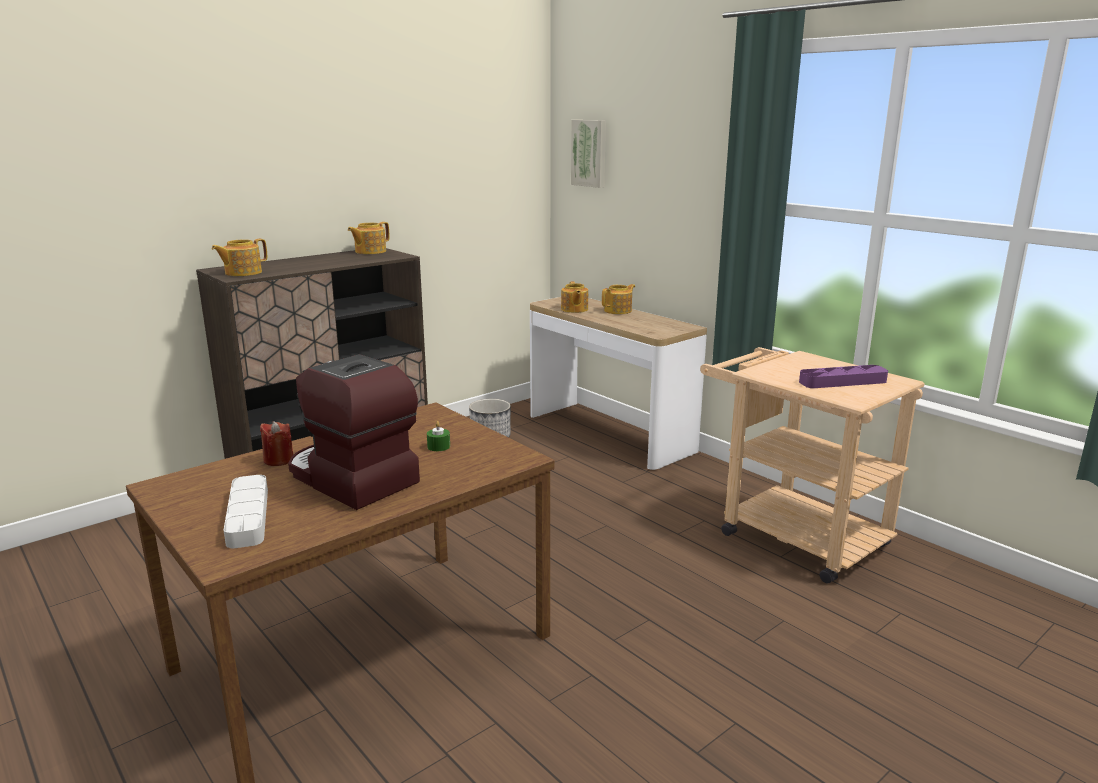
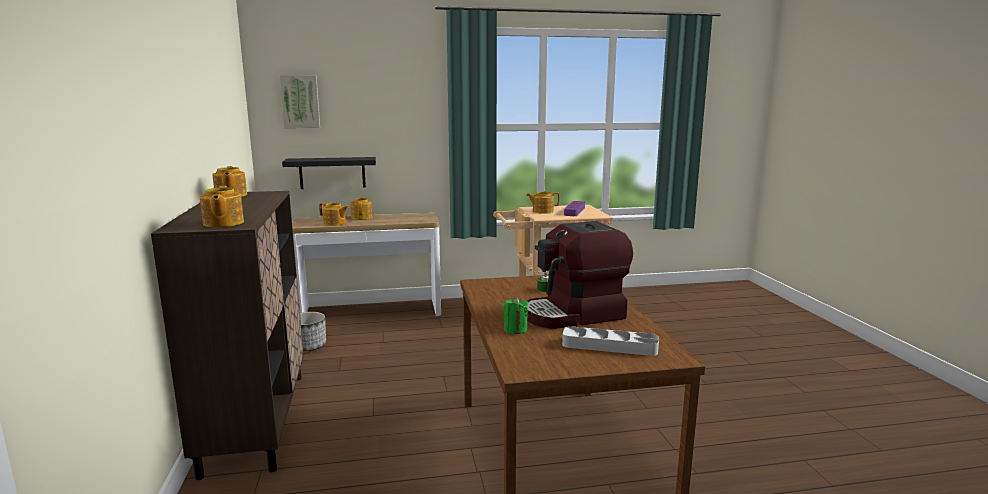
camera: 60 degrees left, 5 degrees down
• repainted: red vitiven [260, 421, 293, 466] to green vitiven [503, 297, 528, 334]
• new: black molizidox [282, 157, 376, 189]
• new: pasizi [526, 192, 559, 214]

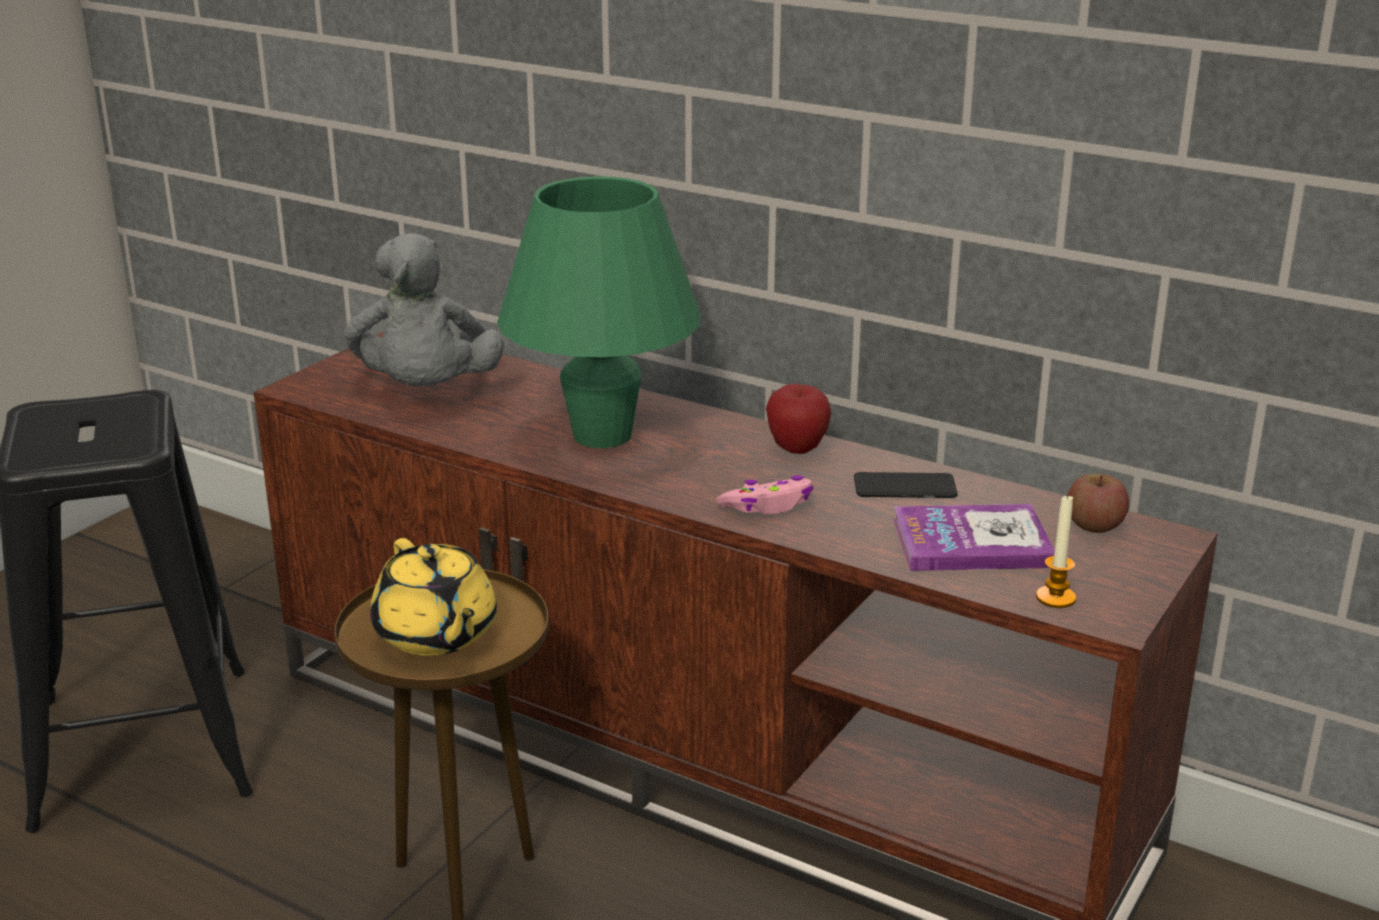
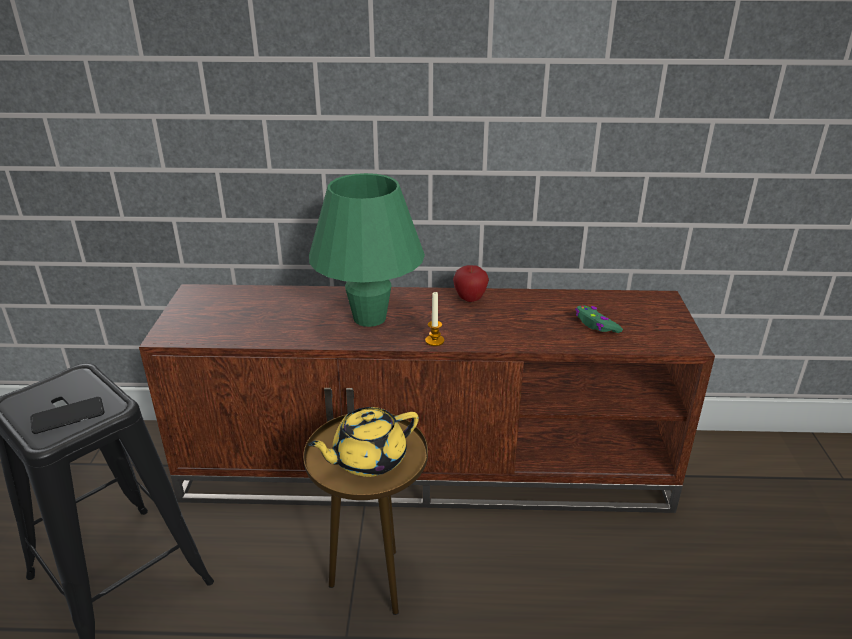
camera: 30 degrees left, 5 degrees up
• gone: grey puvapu [344, 233, 505, 387]
• shifted: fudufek [854, 472, 958, 498] to [30, 397, 105, 434]
• gone: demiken [1068, 474, 1129, 533]
• gone: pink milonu [717, 475, 813, 515]
• shifted: vitiven [1036, 494, 1076, 608] to [425, 292, 444, 346]
• swapped: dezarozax [893, 504, 1055, 571] to green milonu [575, 306, 623, 333]
• rotated: yellow pasizi [370, 538, 497, 656] = [308, 407, 419, 477] 120 degrees clockwise

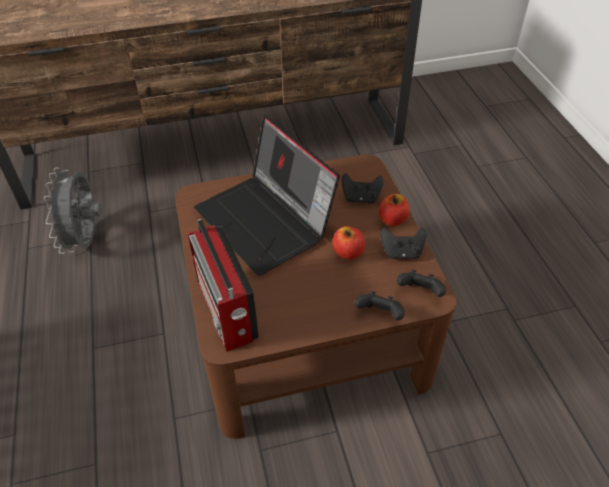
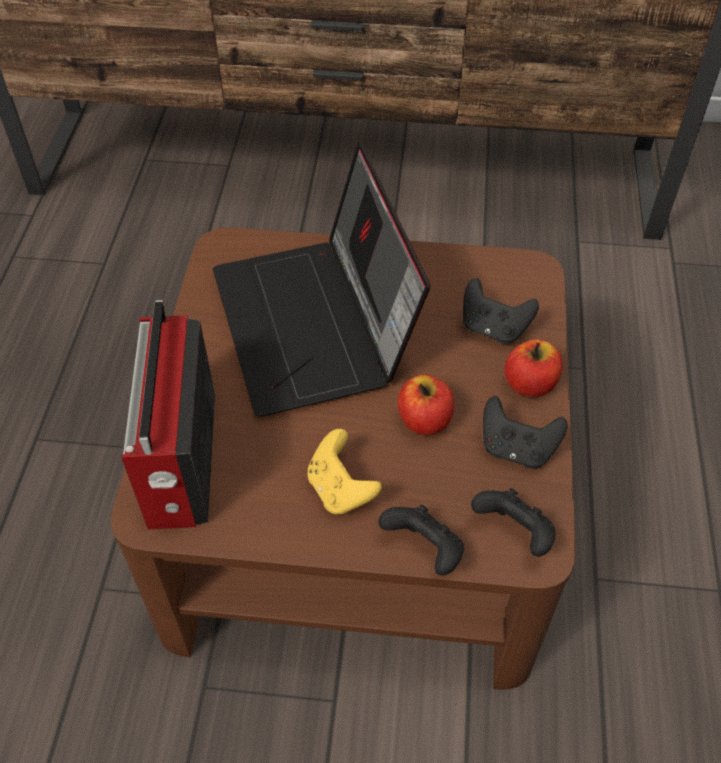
camera: 20 degrees right, 5 degrees up
• gone: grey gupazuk [44, 167, 102, 254]
• new: yellow milonu [308, 429, 382, 514]

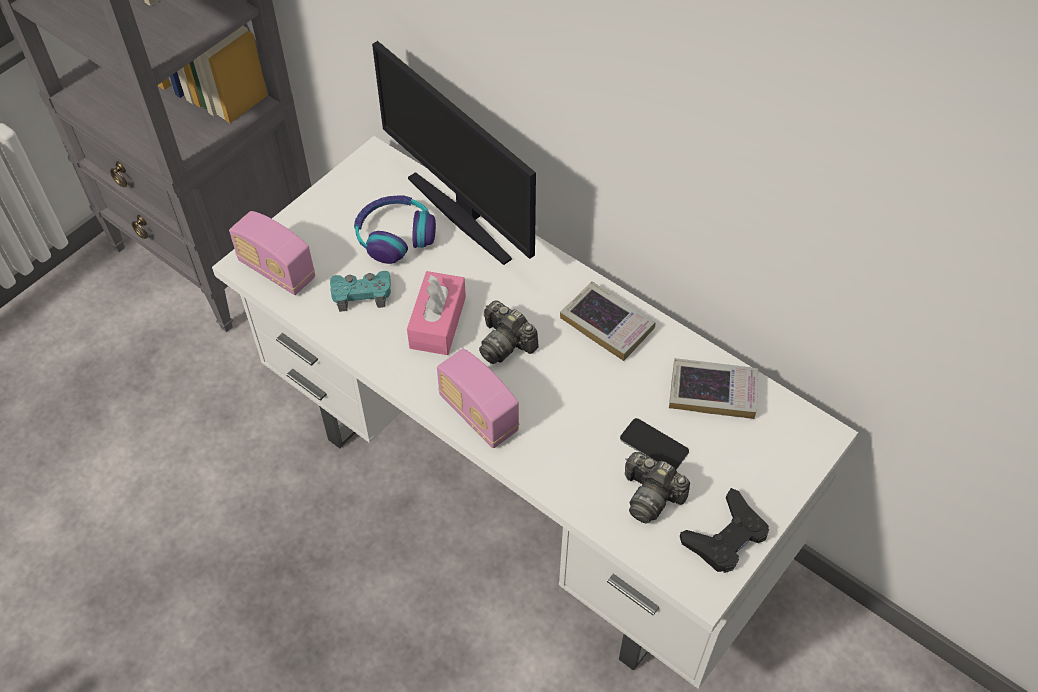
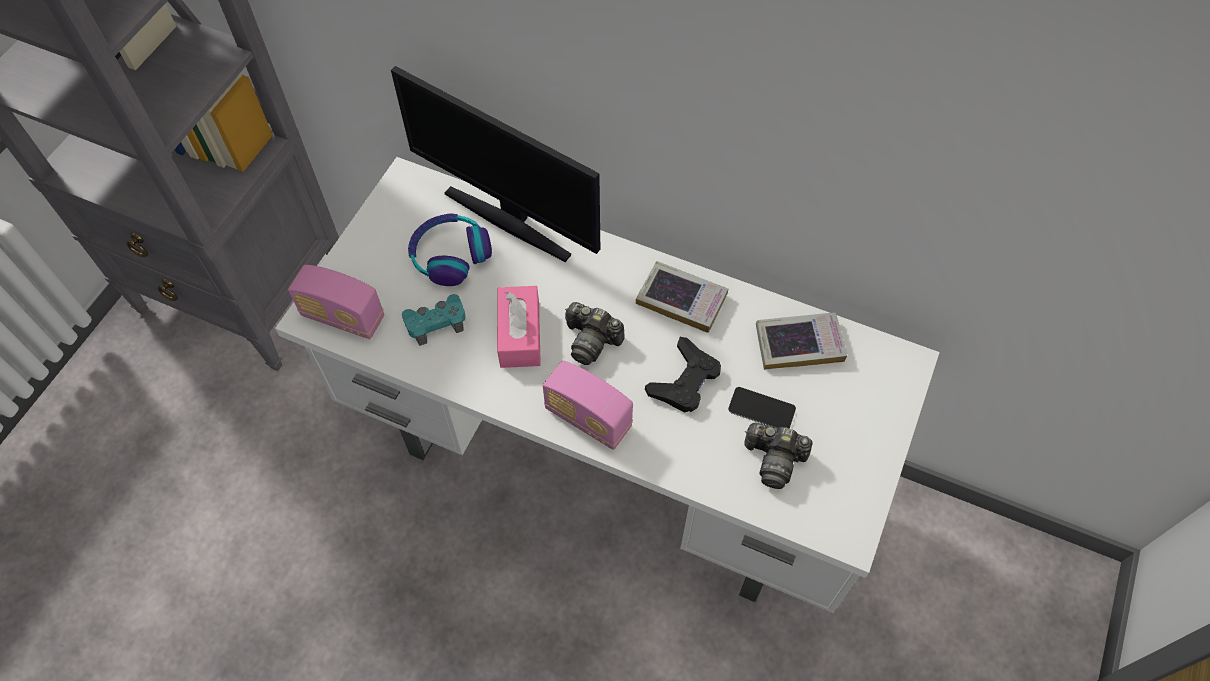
camera: 15 degrees left, 5 degrees up
• shifted: black milonu [680, 488, 769, 573] to [645, 337, 721, 413]

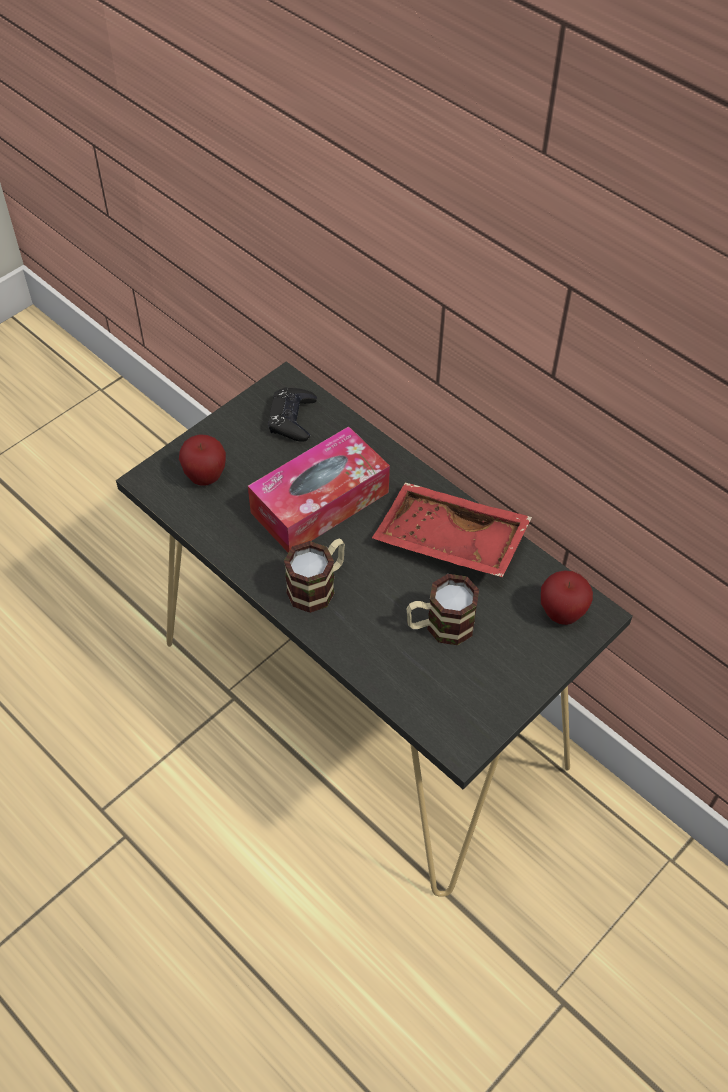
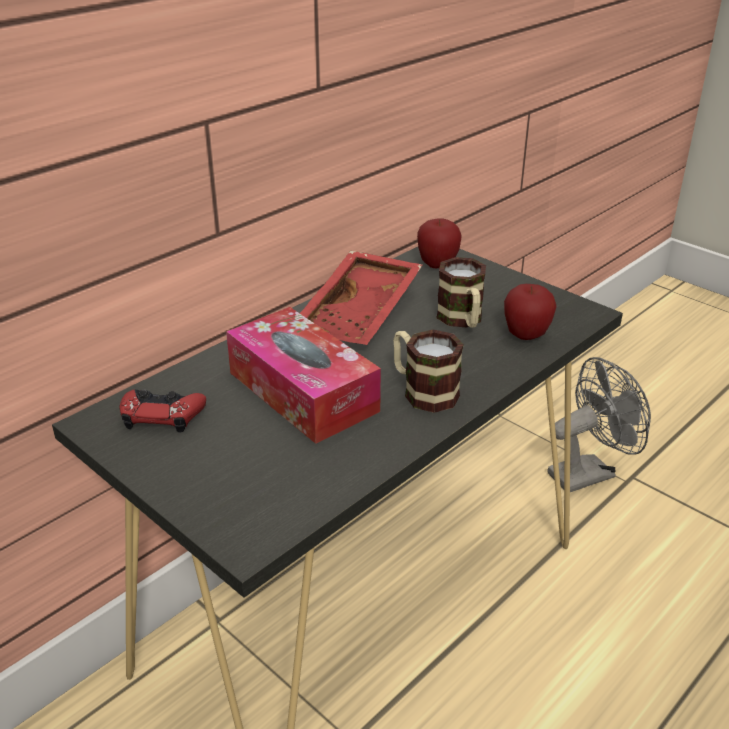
camera: 90 degrees left, 20 degrees down
• repainted: black milonu [268, 387, 317, 442] to red milonu [120, 389, 206, 433]
• shifted: demiken [179, 434, 226, 486] to [504, 284, 557, 340]
• new: grey gupazuk [547, 357, 651, 492]

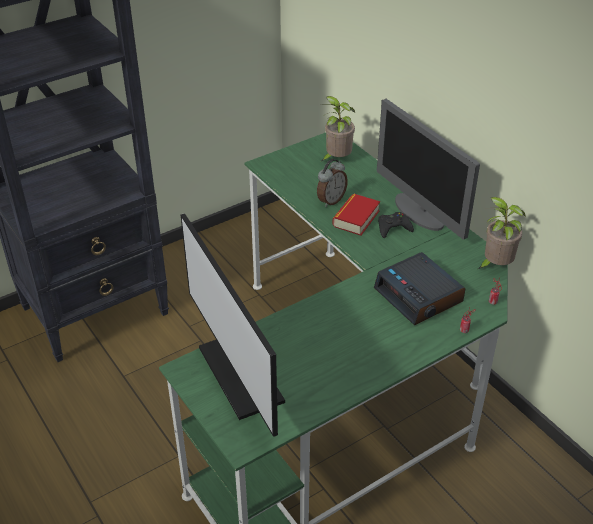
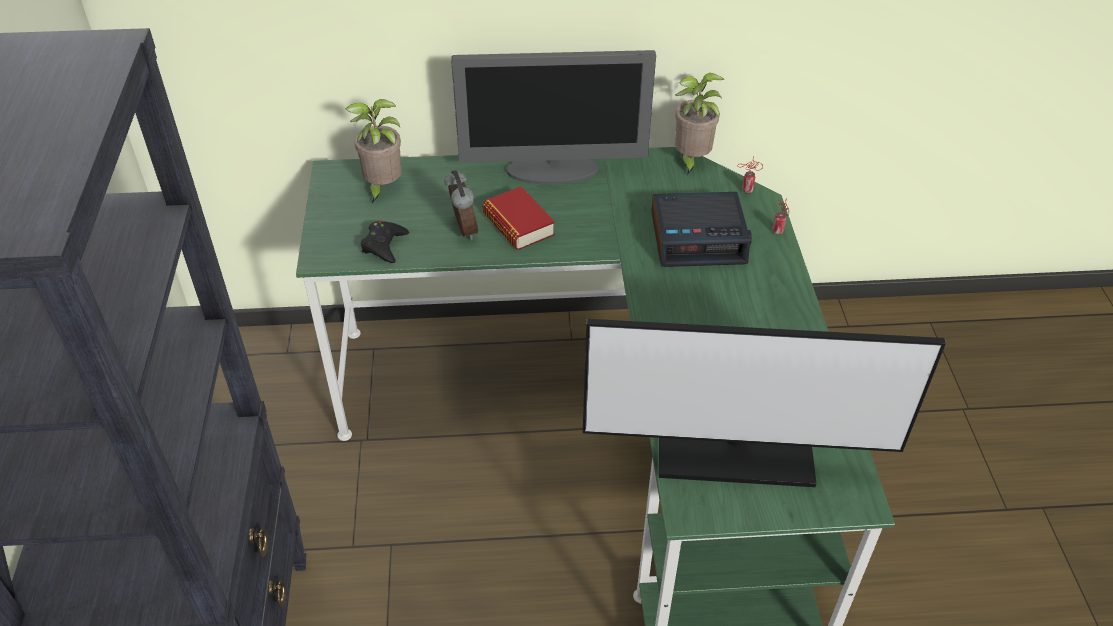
camera: 60 degrees left, 5 degrees up
• shifted: black milonu [378, 212, 414, 238] to [361, 221, 409, 263]

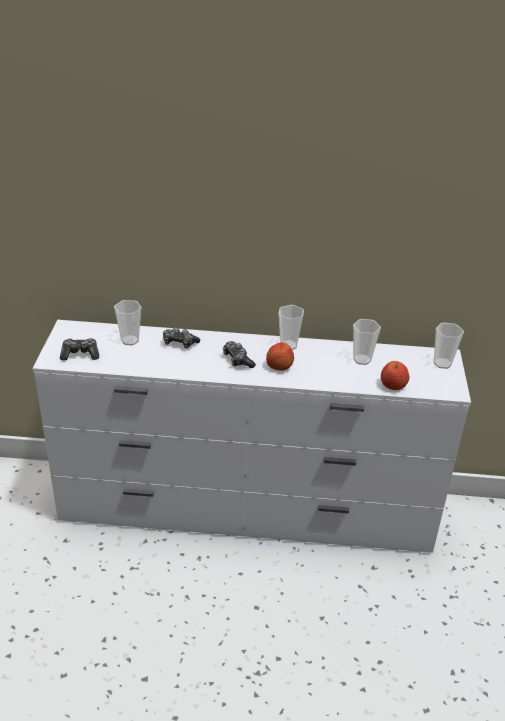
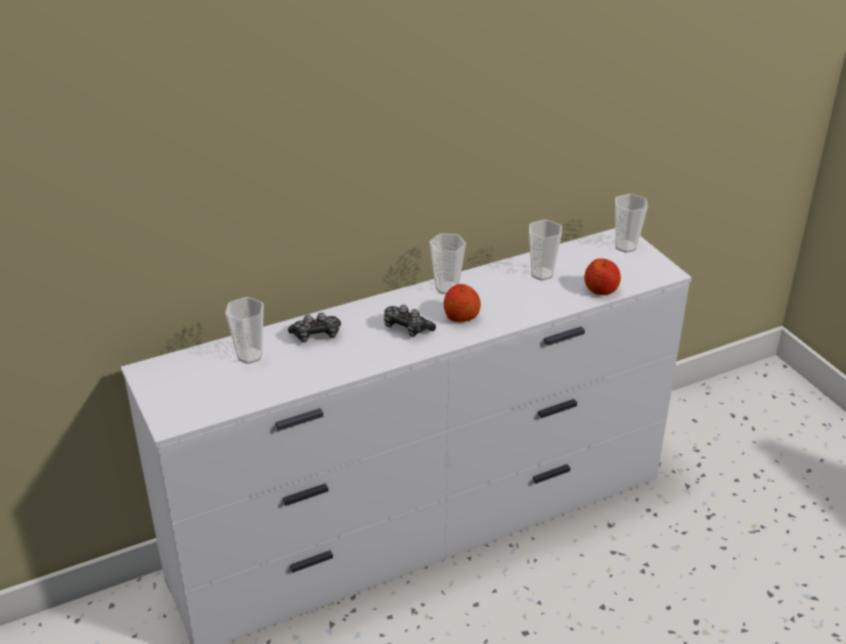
camera: 30 degrees left, 0 degrees up
• gone: milonu [60, 338, 99, 361]

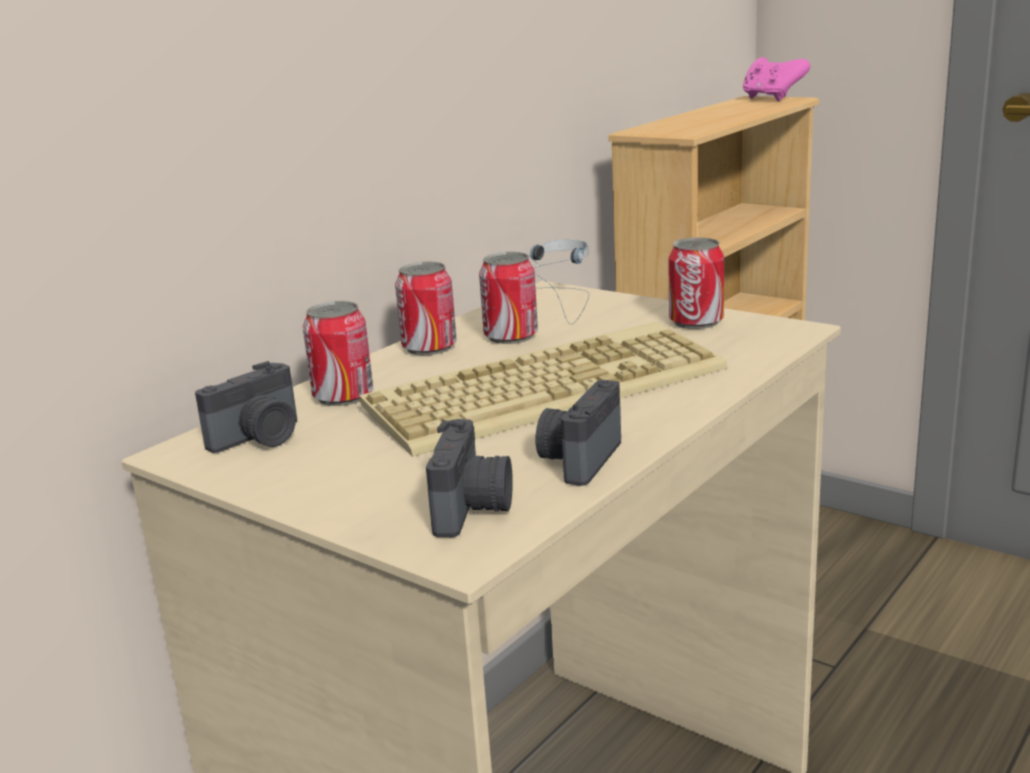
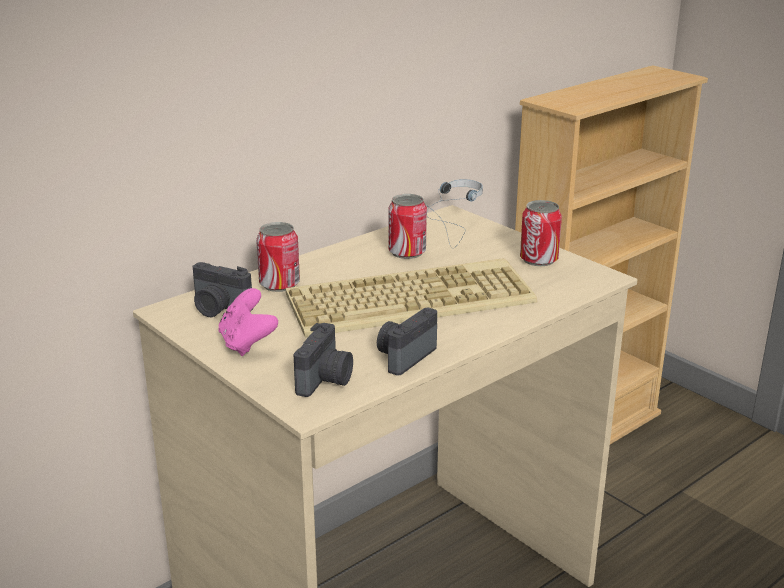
camera: 10 degrees right, 5 degrees up
• shifted: pink milonu [743, 57, 810, 101] to [218, 288, 278, 356]
• gone: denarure [395, 261, 457, 355]
• rotated: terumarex [195, 361, 297, 453] = [193, 262, 253, 317] 60 degrees clockwise

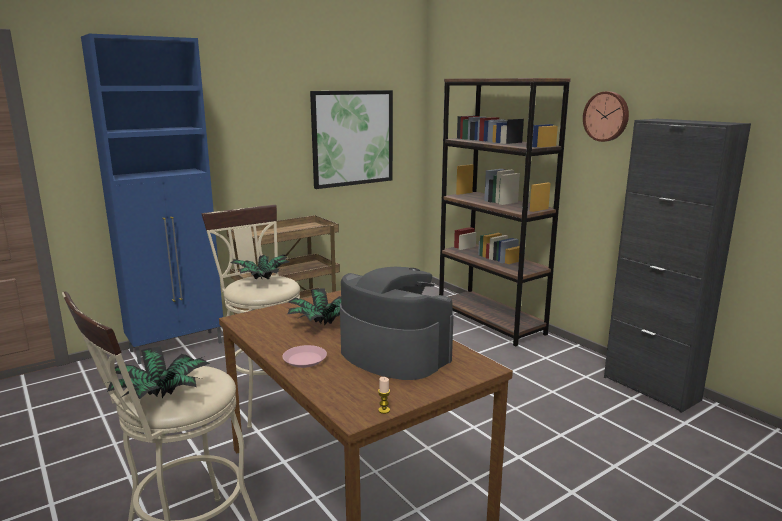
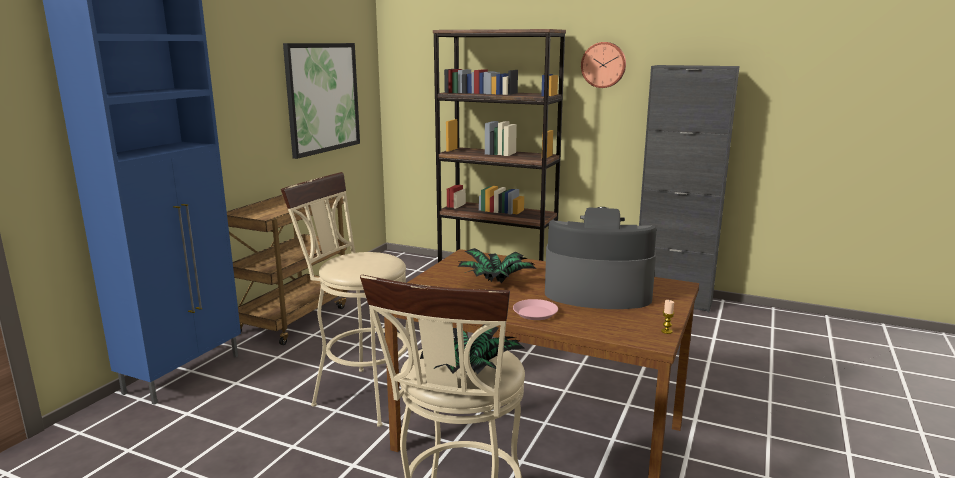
camera: 30 degrees left, 0 degrees up
• gone: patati [230, 255, 289, 280]

